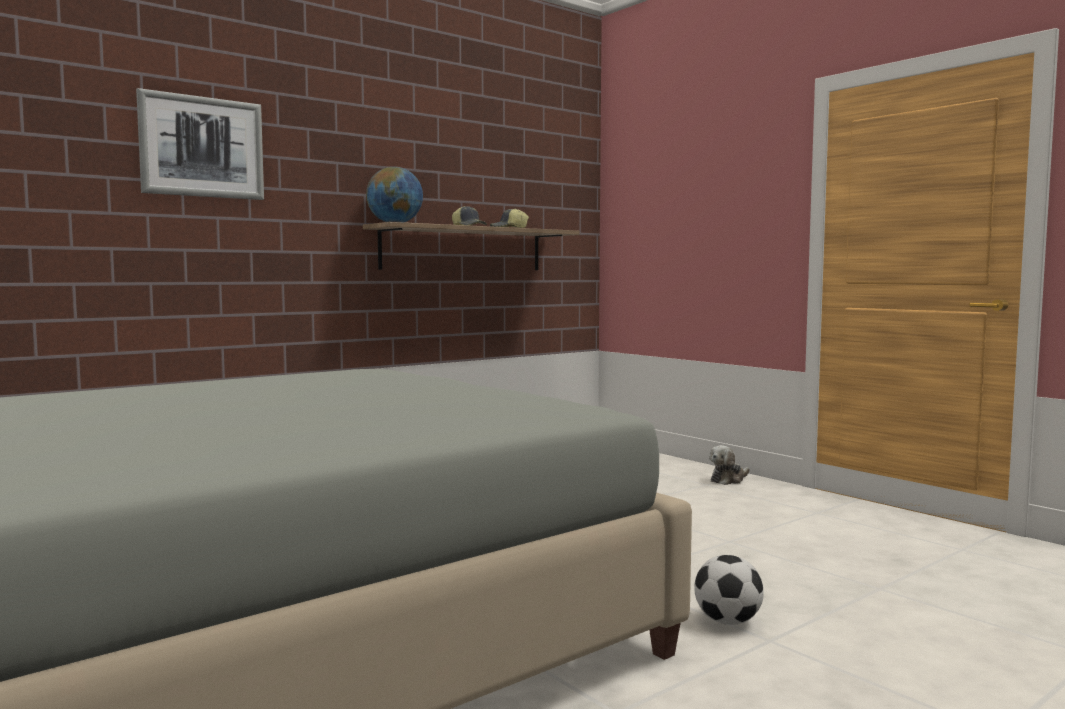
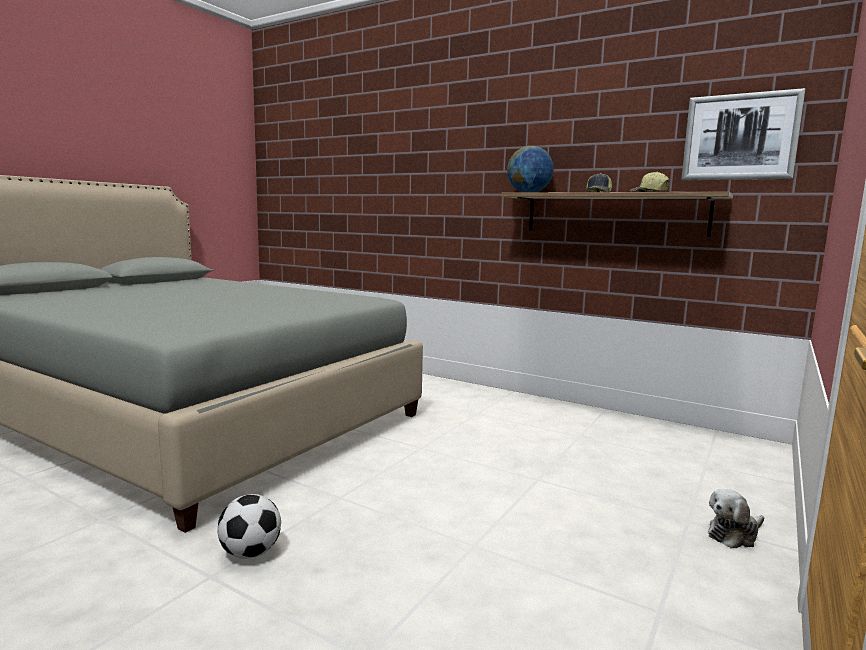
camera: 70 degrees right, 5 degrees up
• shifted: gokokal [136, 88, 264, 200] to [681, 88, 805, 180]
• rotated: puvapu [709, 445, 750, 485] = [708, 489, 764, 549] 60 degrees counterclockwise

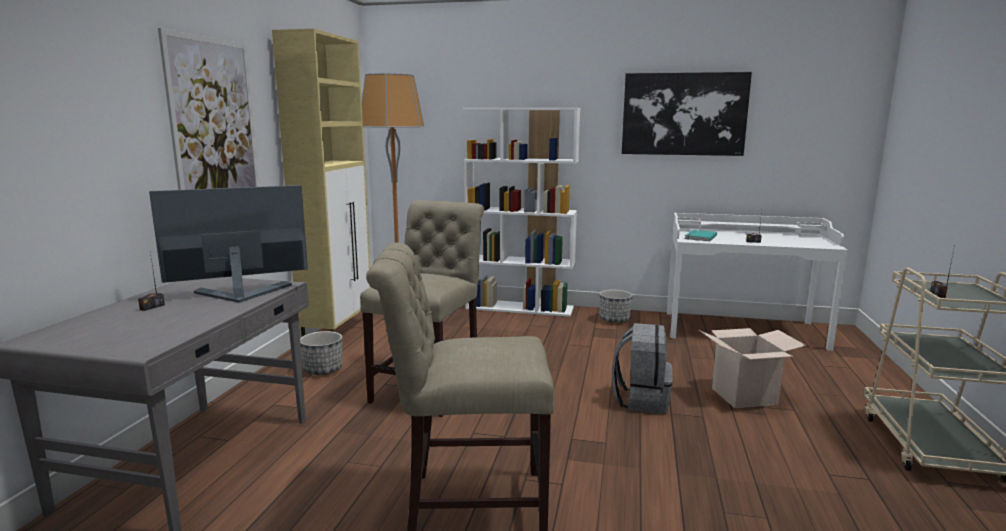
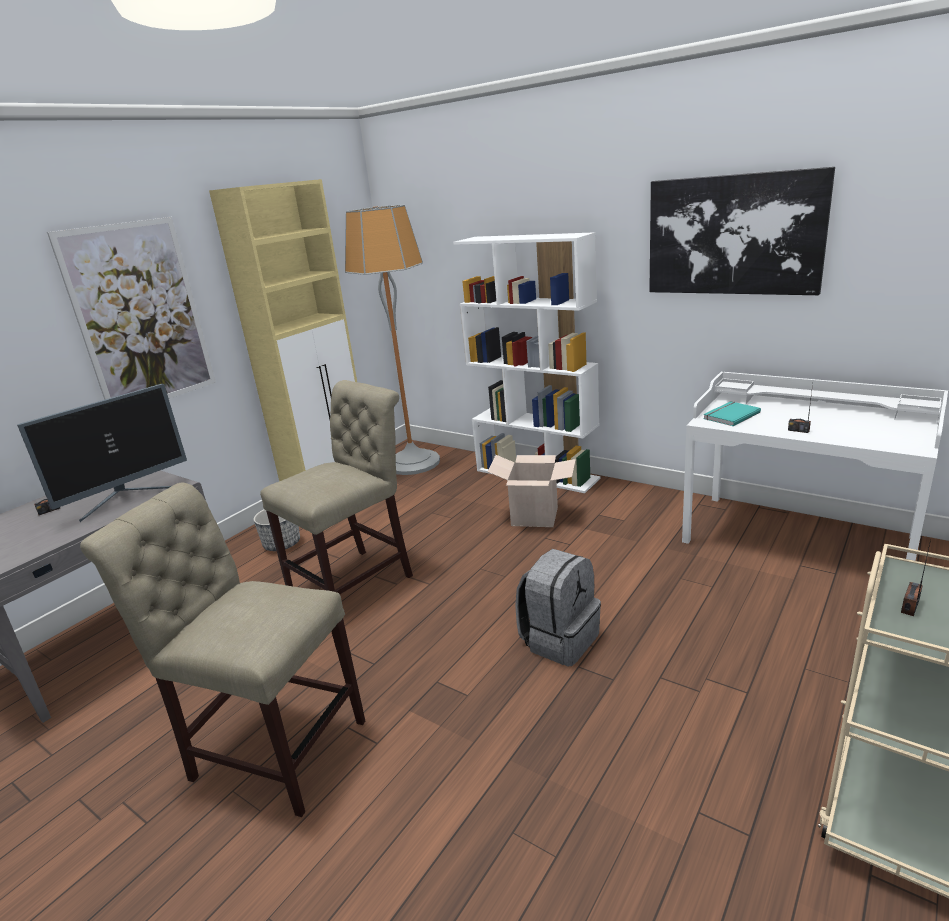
camera: 25 degrees right, 10 degrees up
• rotated: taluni [149, 185, 308, 303] = [17, 384, 187, 522] 135 degrees clockwise
• gone: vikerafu [599, 290, 633, 323]
• shifted: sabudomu [699, 328, 806, 408] to [488, 455, 576, 527]

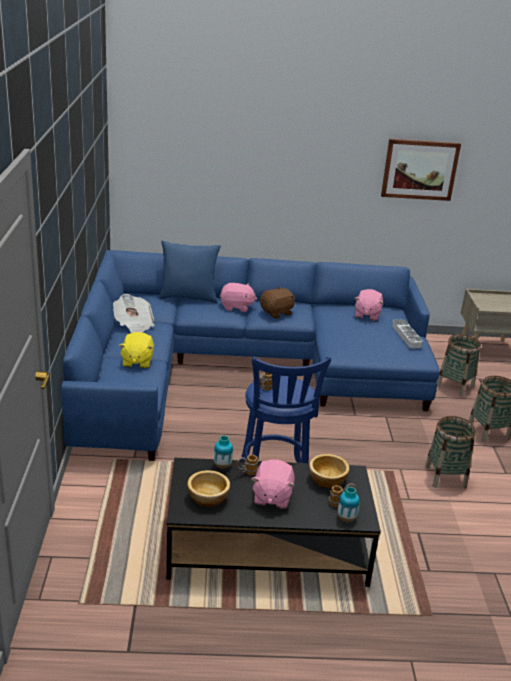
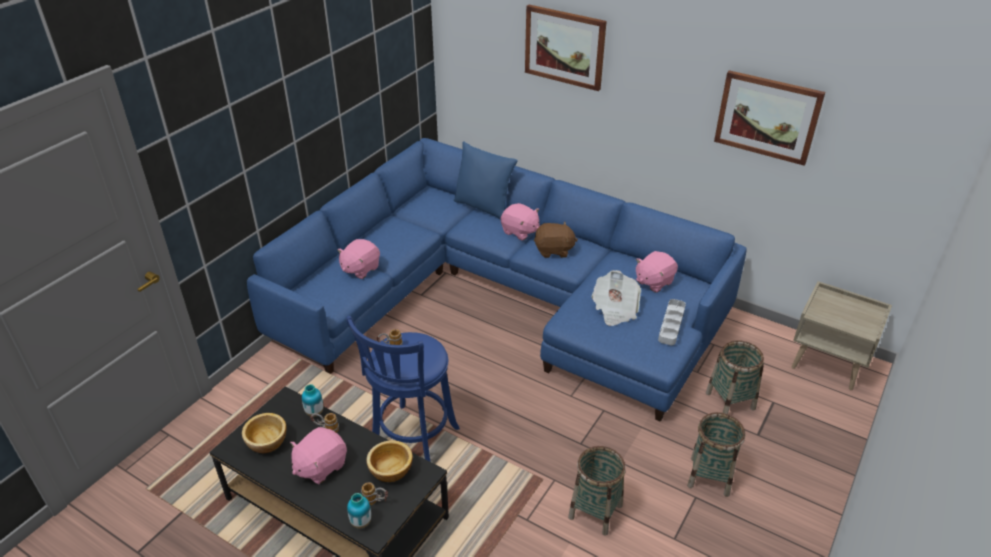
camera: 35 degrees right, 10 degrees up
• shifted: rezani [113, 294, 155, 333] to [592, 270, 641, 326]
• repainted: yellow puvapu [119, 332, 154, 368] to pink puvapu [337, 239, 380, 279]
• new: gokokal [525, 5, 607, 91]

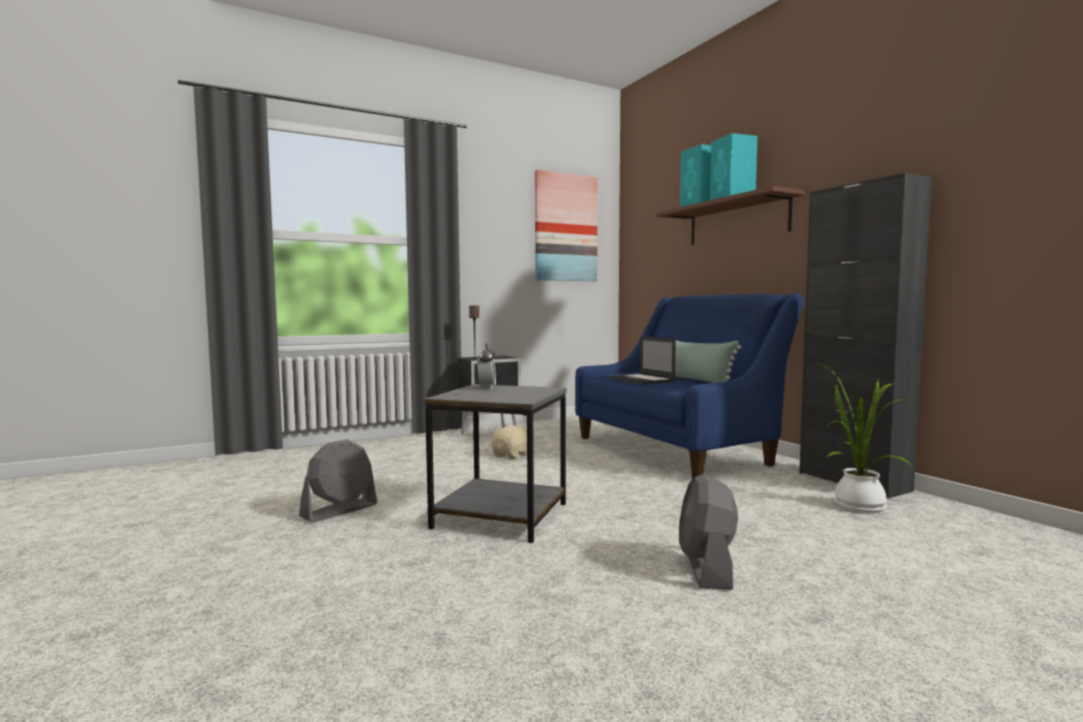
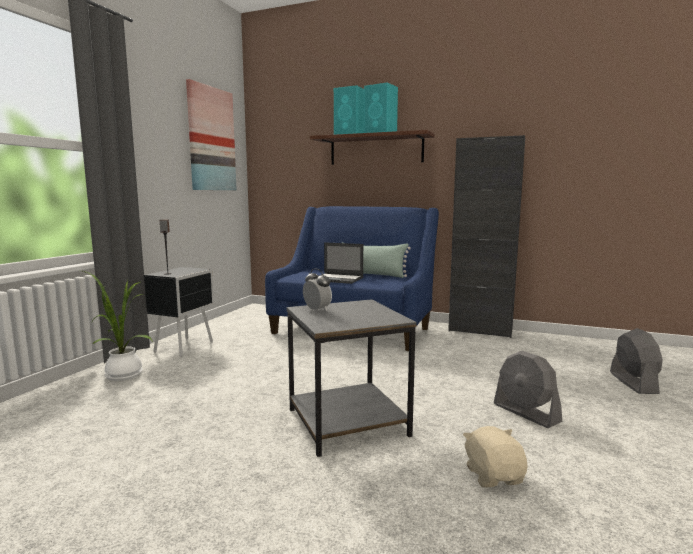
camera: 40 degrees left, 5 degrees up
• shifted: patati [814, 362, 912, 513] to [83, 271, 153, 381]
• shifted: beige puvapu [491, 425, 527, 459] to [463, 426, 527, 488]
• shifted: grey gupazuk [299, 439, 377, 523] to [610, 328, 663, 394]

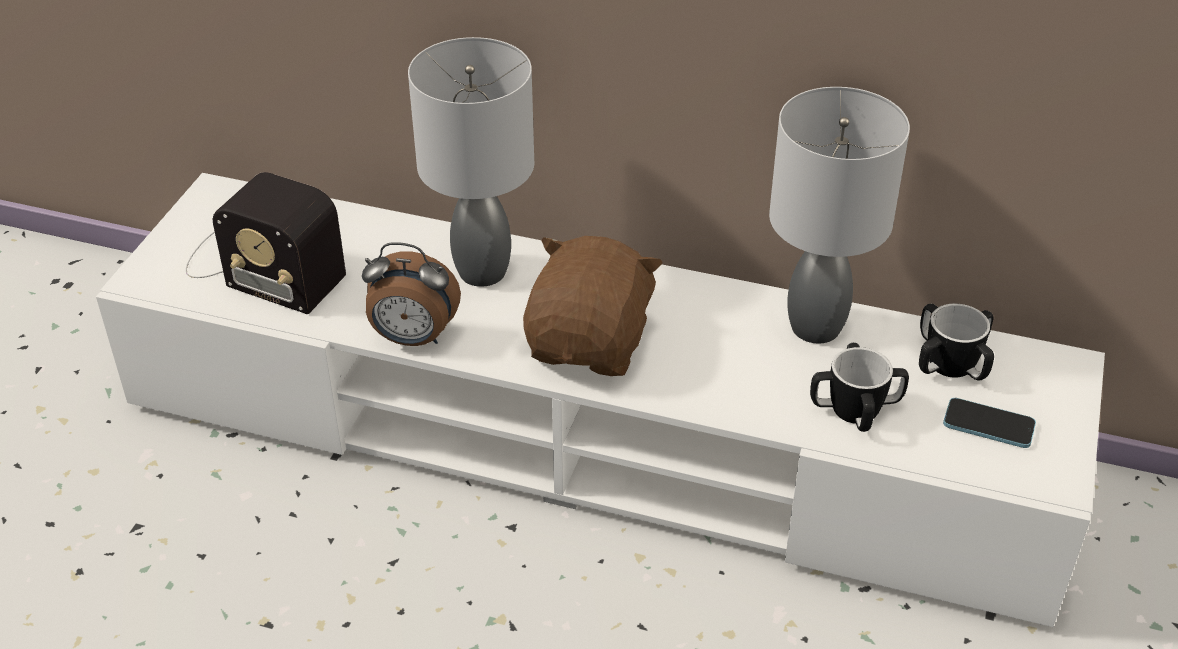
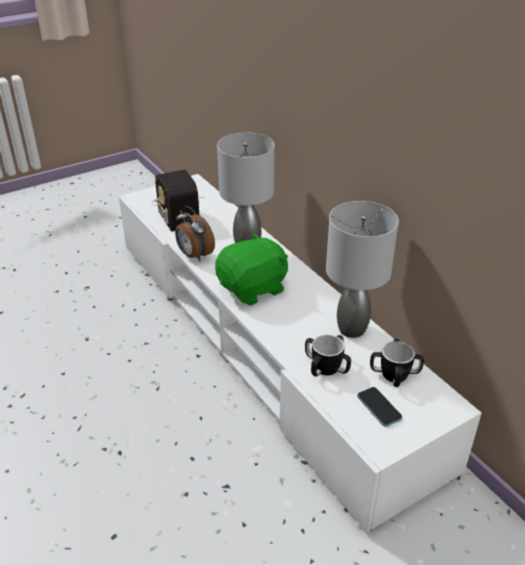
camera: 40 degrees right, 5 degrees down
• repainted: brown puvapu [523, 236, 663, 376] to green puvapu [215, 233, 288, 306]

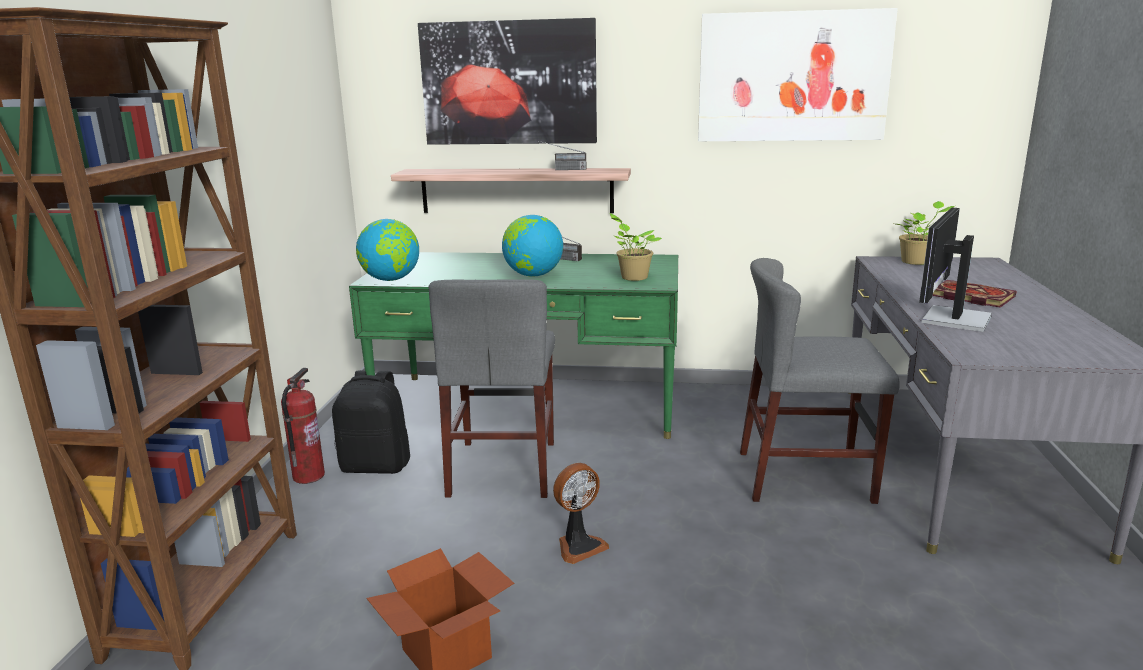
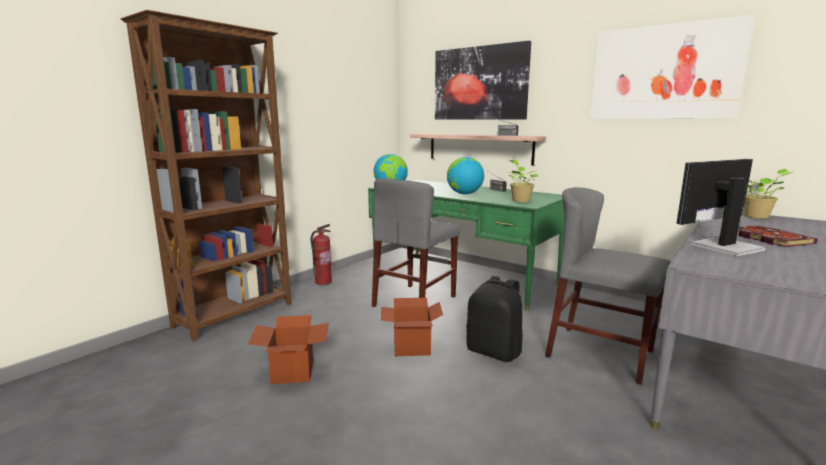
camera: 30 degrees right, 5 degrees down
• shifted: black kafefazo [332, 370, 410, 474] to [466, 276, 523, 362]
• swapped: gupazuk [553, 463, 609, 564] to sabudomu [381, 298, 443, 356]

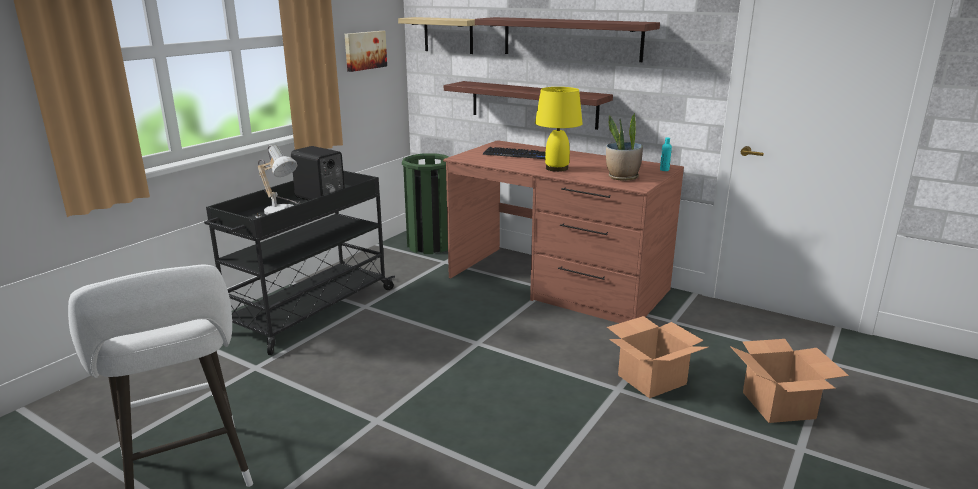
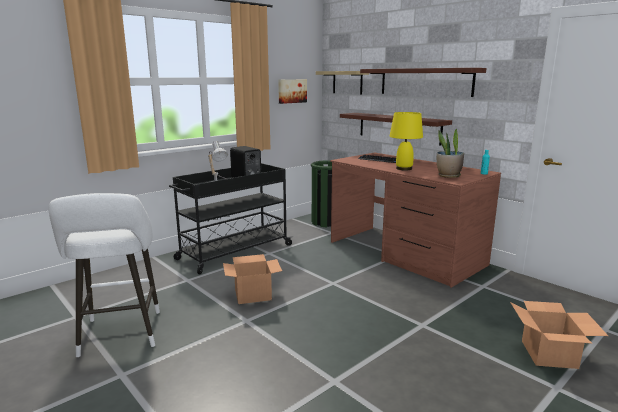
camera: 15 degrees right, 5 degrees down
• shifted: sabudomu [607, 316, 708, 398] to [223, 254, 282, 304]

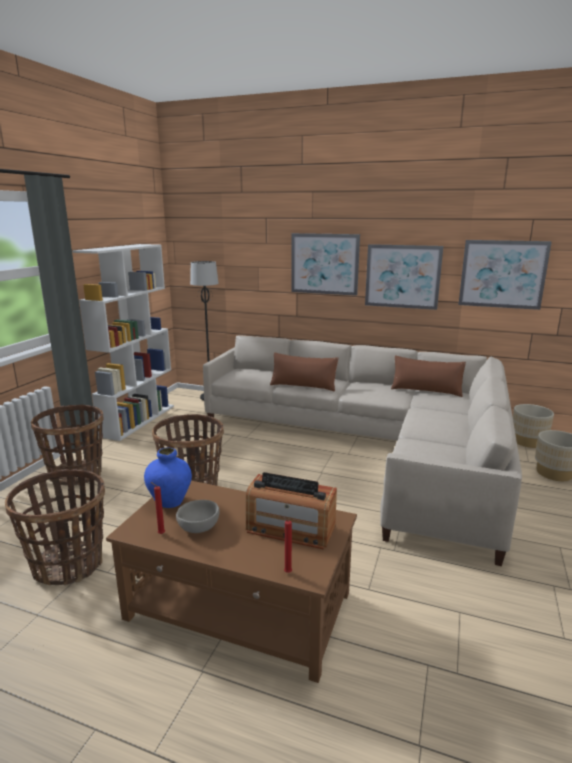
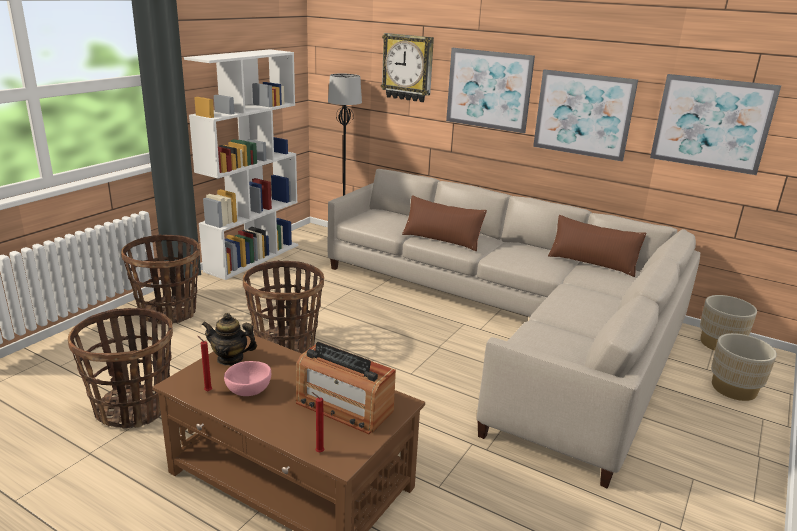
camera: 10 degrees right, 5 degrees up
• swapped: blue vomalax [144, 448, 192, 508] to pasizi [202, 313, 257, 366]
• repainted: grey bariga [176, 500, 220, 533] to pink bariga [224, 361, 271, 396]
• new: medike [381, 33, 434, 102]

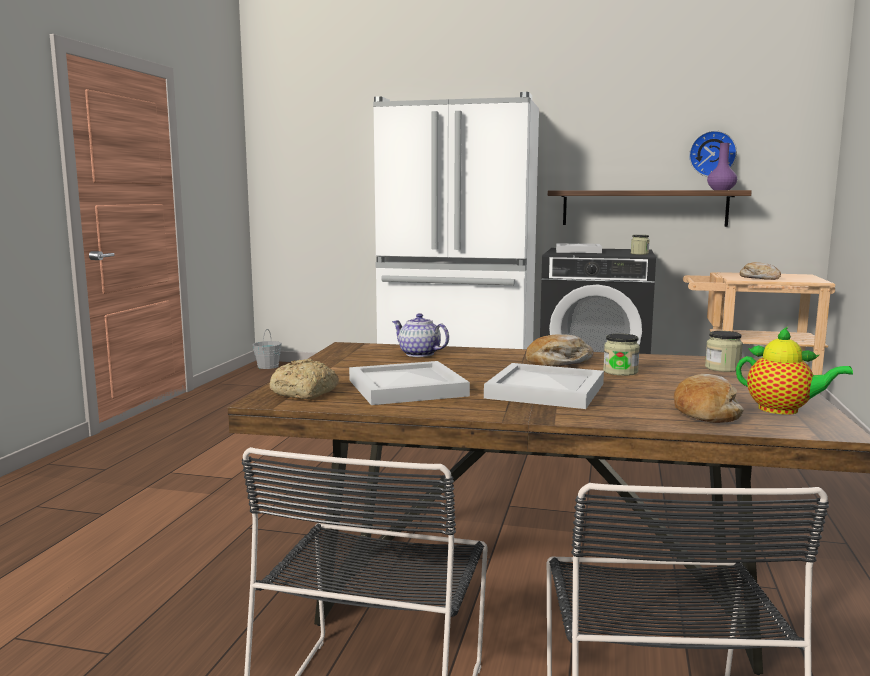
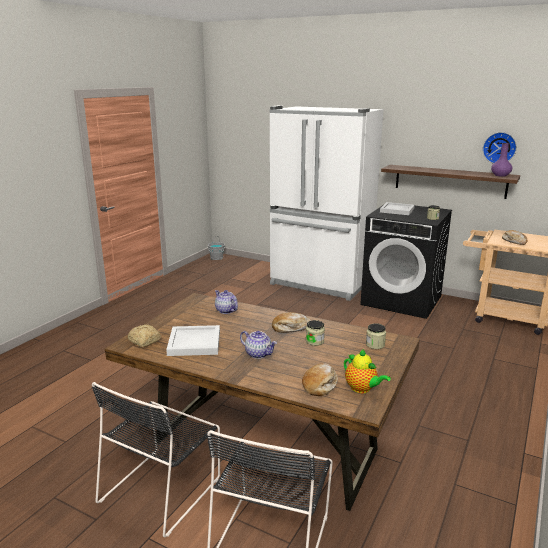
camera: 15 degrees right, 10 degrees up
• swapped: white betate [484, 363, 604, 409] to pasizi [240, 331, 277, 359]

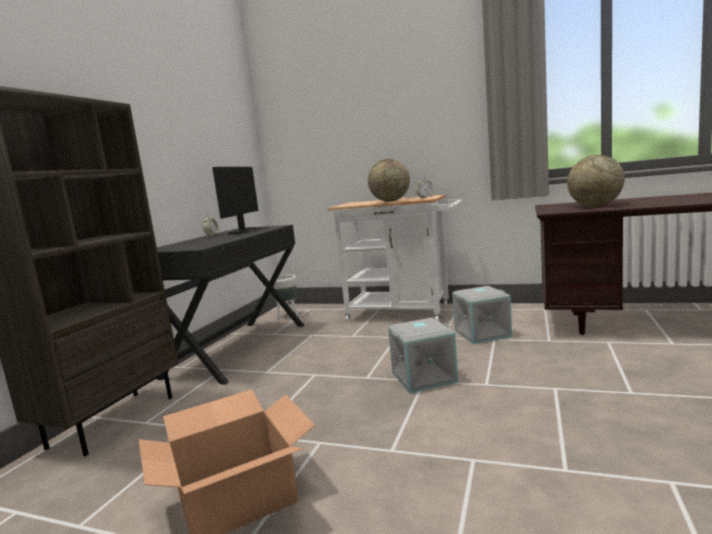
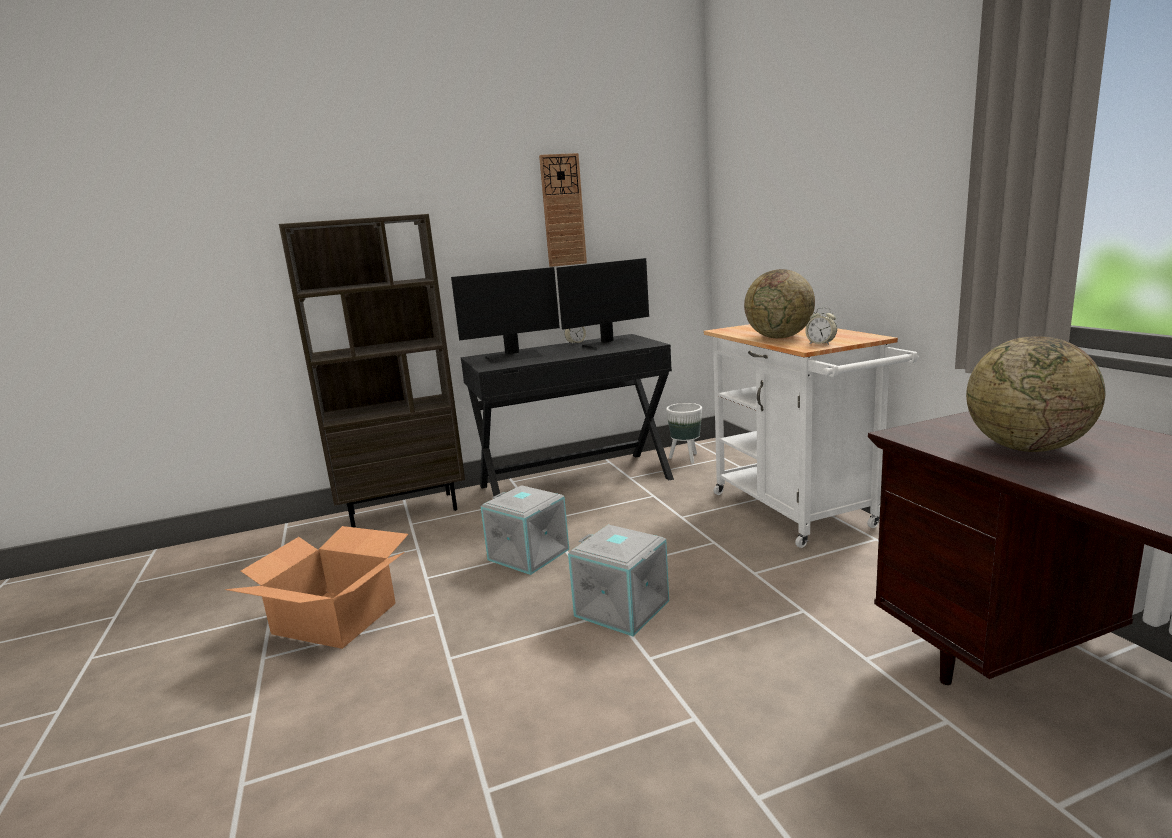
camera: 50 degrees right, 5 degrees up
• shifted: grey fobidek [452, 286, 512, 344] to [481, 485, 569, 575]
• new: medike [539, 153, 587, 267]
• new: taluni [451, 267, 560, 364]

